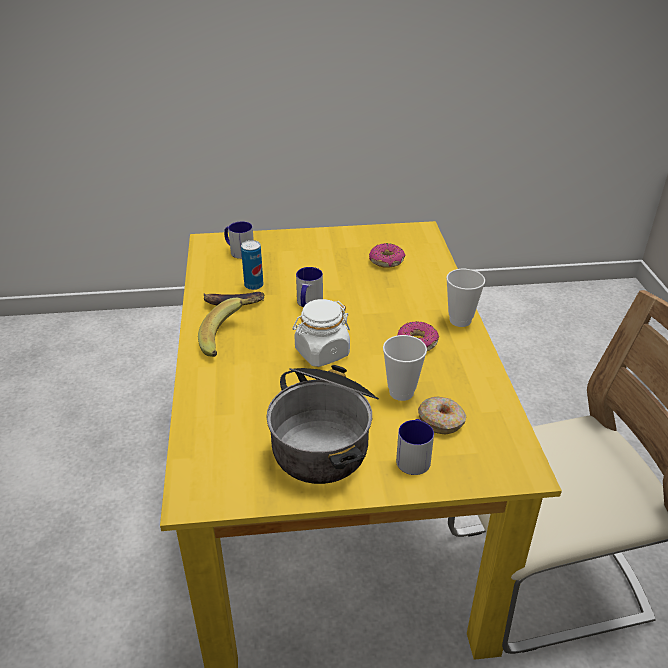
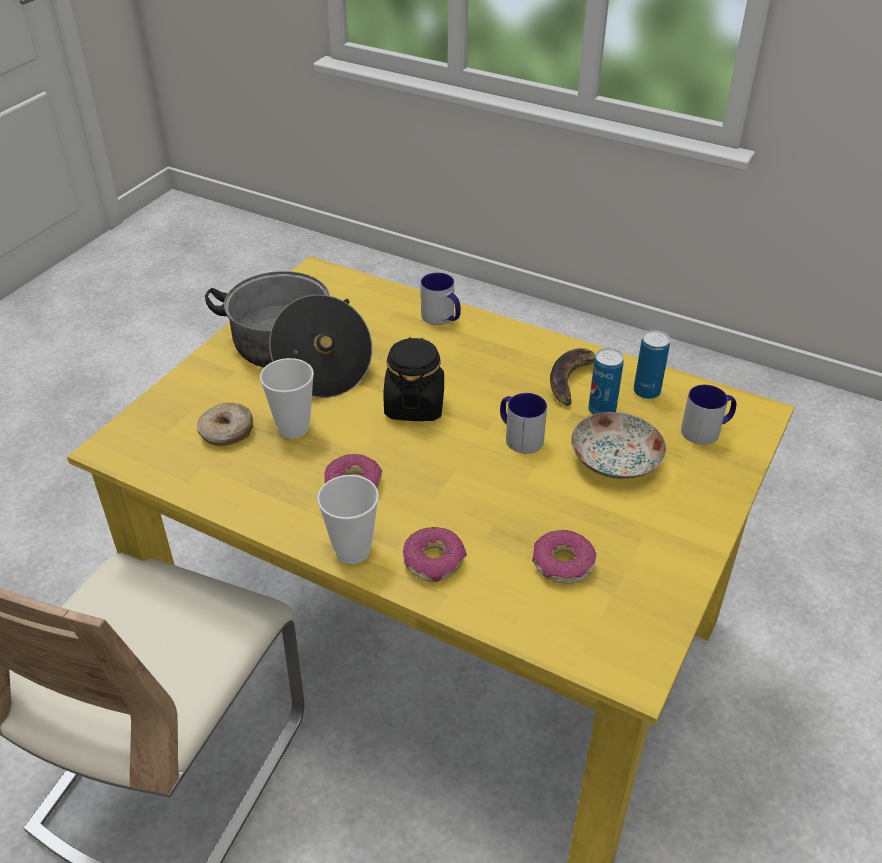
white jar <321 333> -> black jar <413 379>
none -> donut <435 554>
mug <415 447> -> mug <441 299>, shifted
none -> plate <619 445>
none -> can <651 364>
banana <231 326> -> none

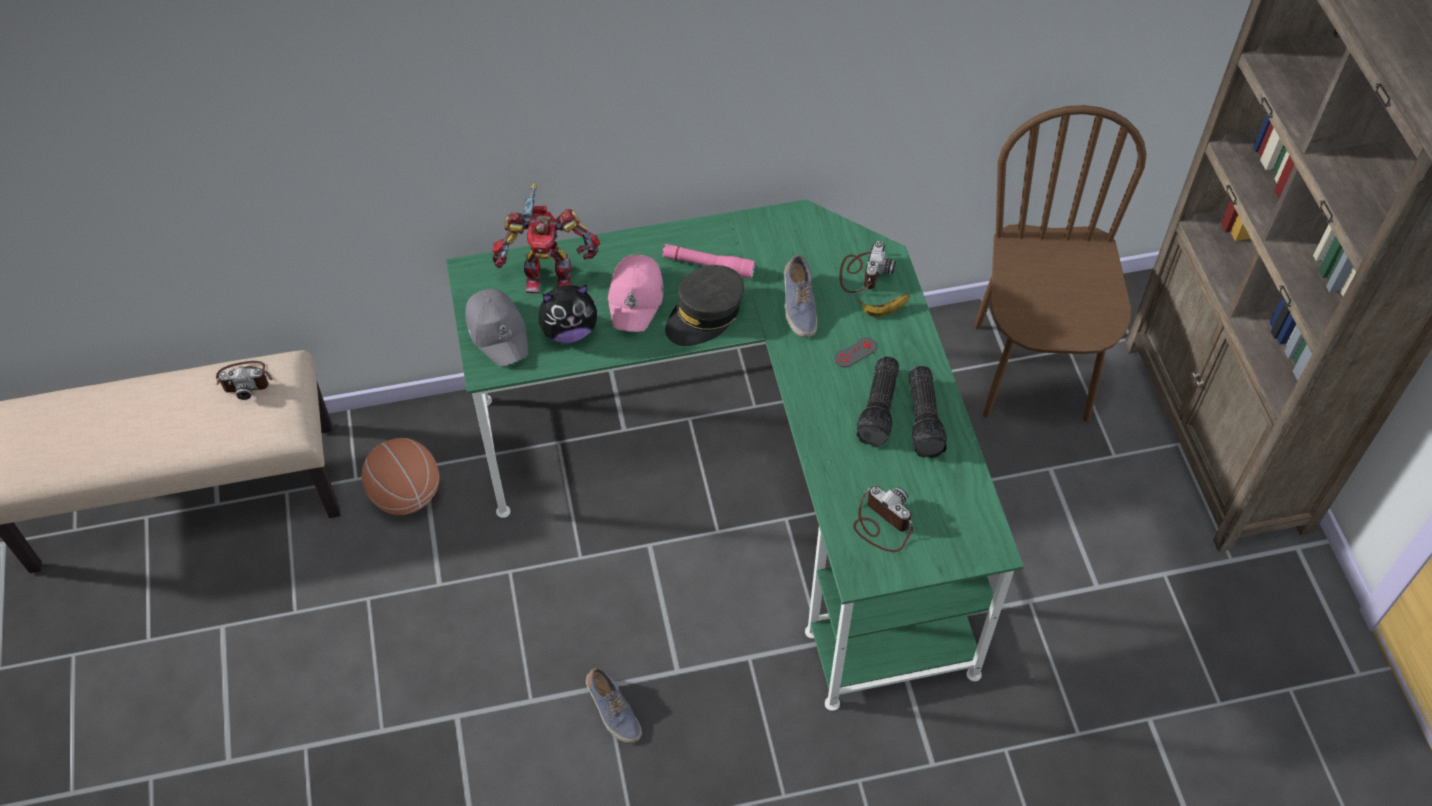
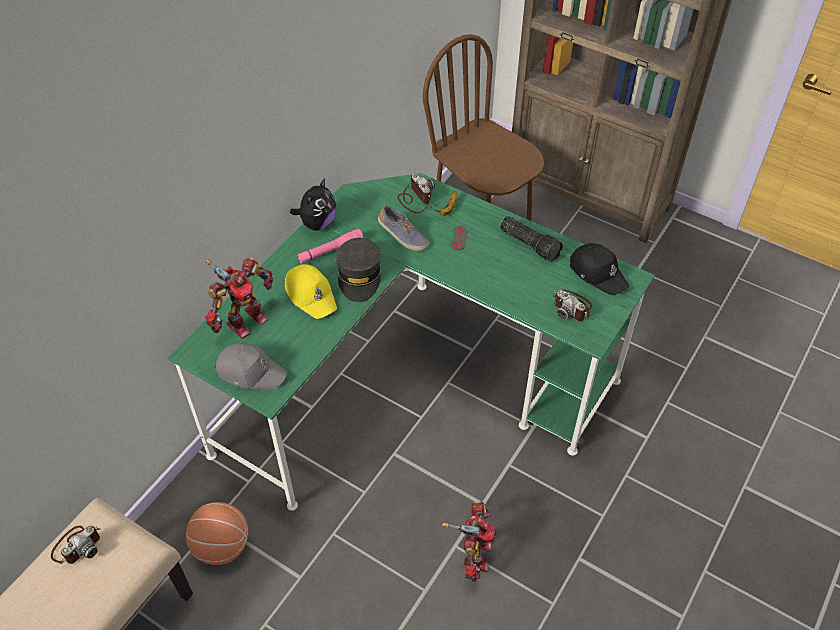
pink cap <635 293> -> yellow cap <311 291>
plush toy <568 314> -> plush toy <313 204>, shifted
shoe <614 705> -> toy robot <469 541>
photo camera <883 519> -> photo camera <572 305>, 135 degrees counterclockwise
none -> black cap <599 269>
flashlight <878 401> -> none

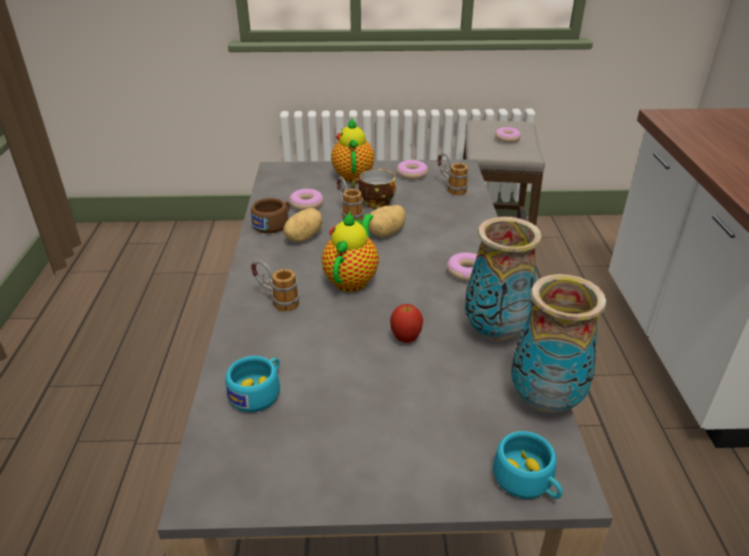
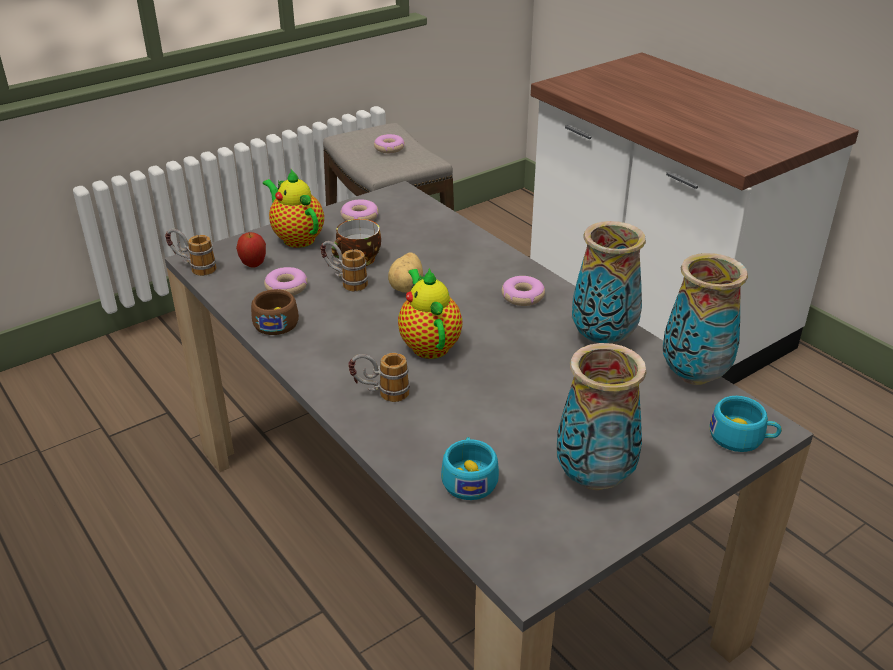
mug <453 174> -> mug <191 252>, shifted
apple <406 323> -> apple <251 249>, shifted
none -> vase <602 416>
potato <303 225> -> none

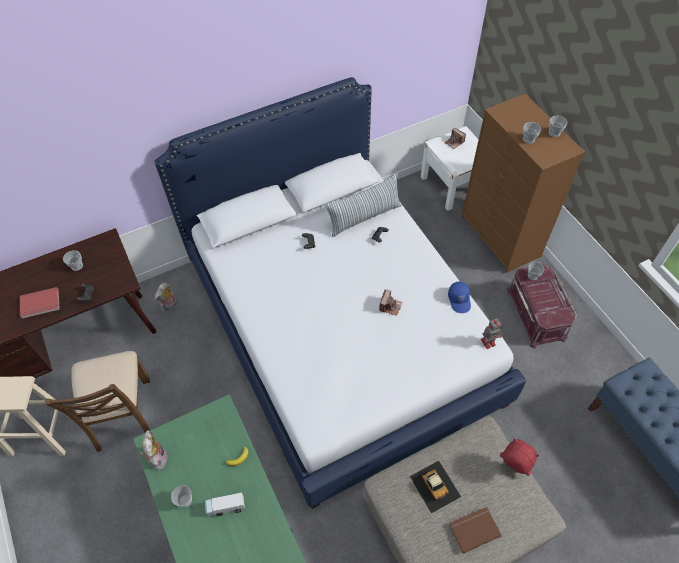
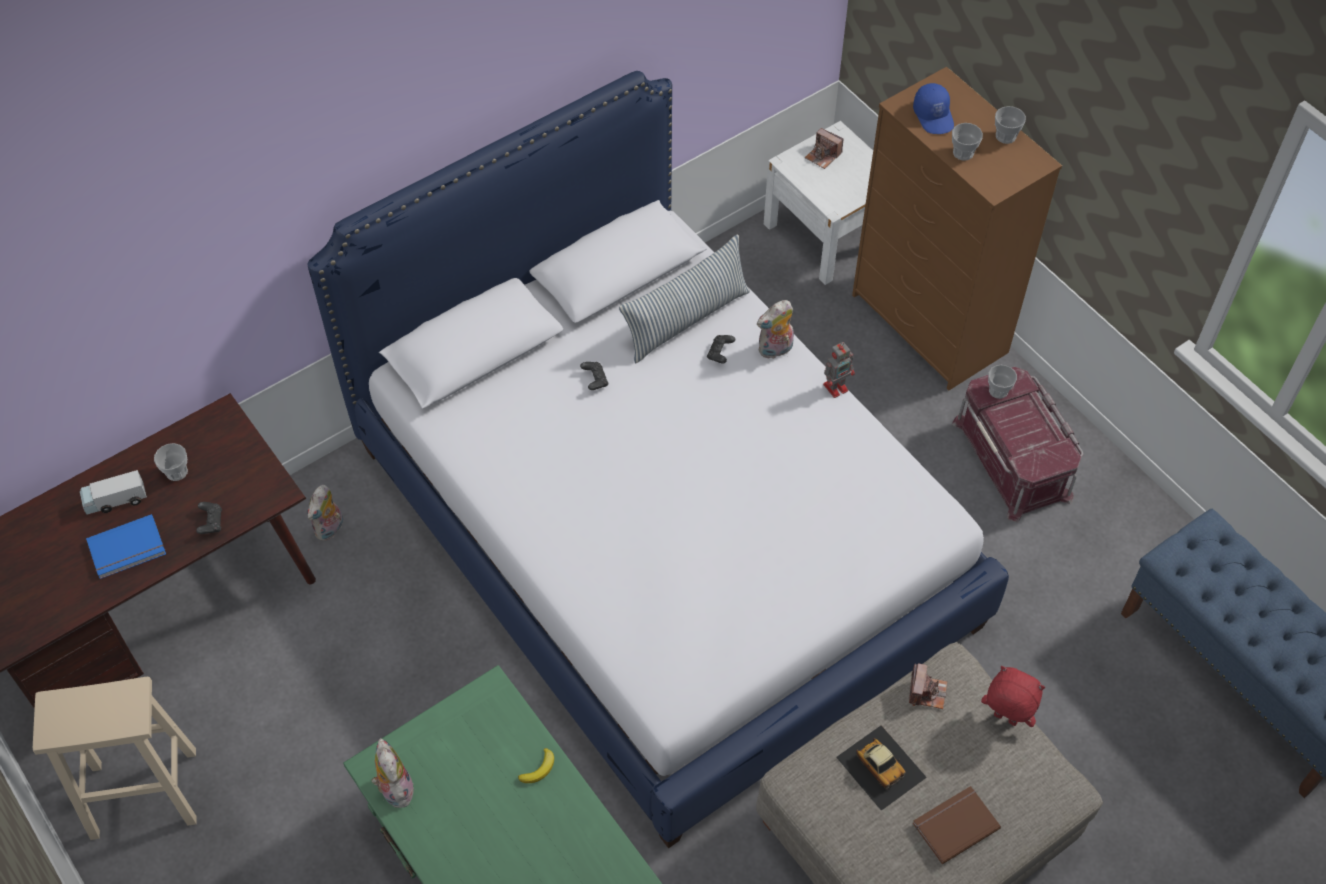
toy truck <225 504> -> toy truck <113 492>, shifted
red book <40 303> -> blue book <126 546>
none -> plush toy <775 329>
toy robot <491 334> -> toy robot <839 370>, shifted
photo camera <390 302> -> photo camera <928 686>, shifted
blue cap <459 297> -> blue cap <933 108>, shifted
brown chair <97 401> -> none
cup <181 496> -> none

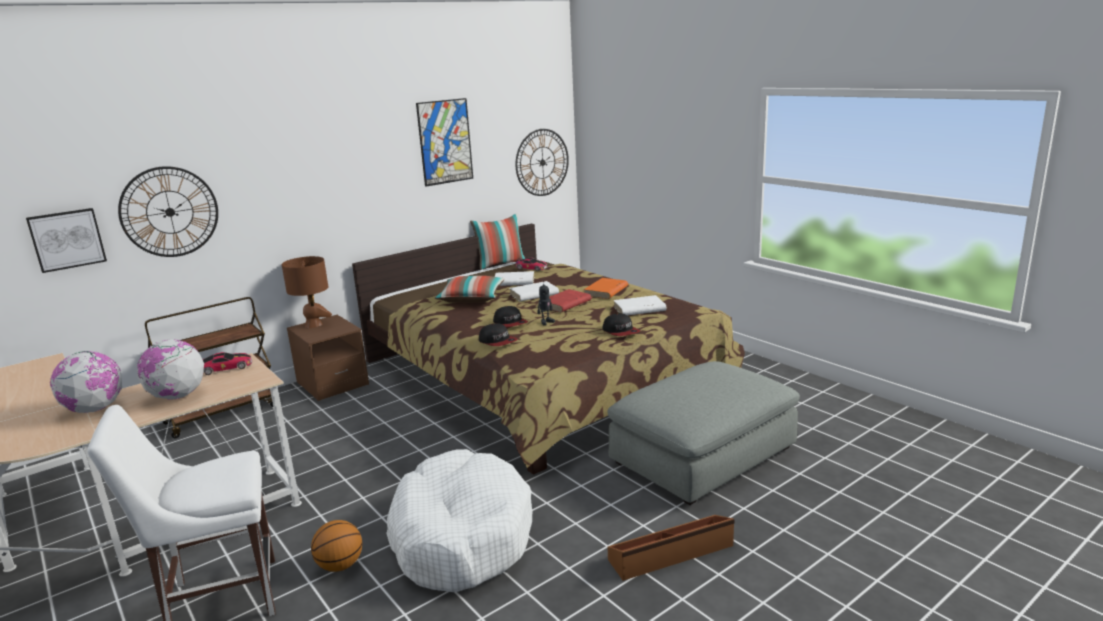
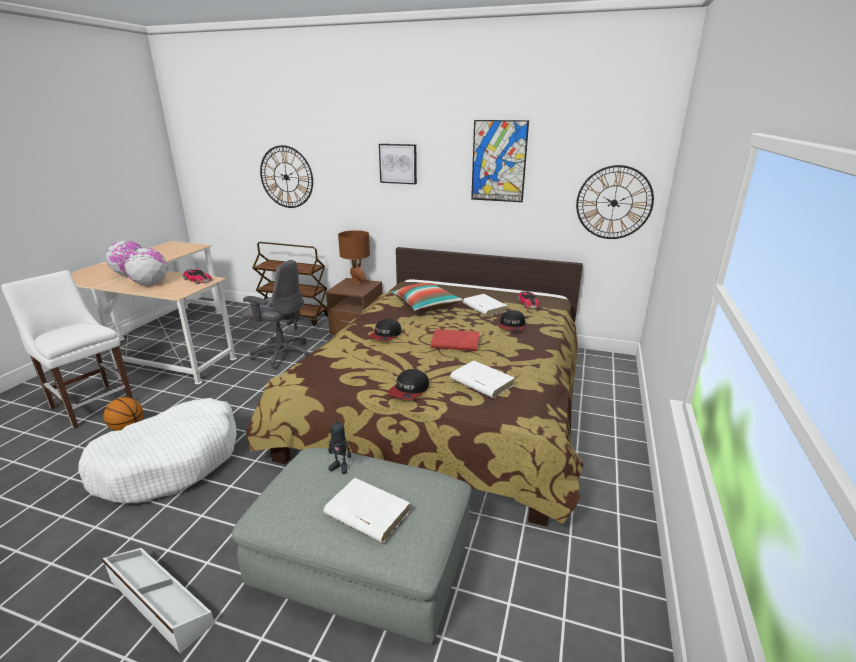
brown storage box <671 548> -> white storage box <158 601>
none -> grey office chair <275 315>
white book <534 291> -> white book <367 510>, shifted
toy robot <546 302> -> toy robot <339 445>, shifted
picture <66 240> -> picture <398 164>, shifted
cap <498 334> -> cap <512 320>, shifted
pillow <497 241> -> none
orange book <606 288> -> none

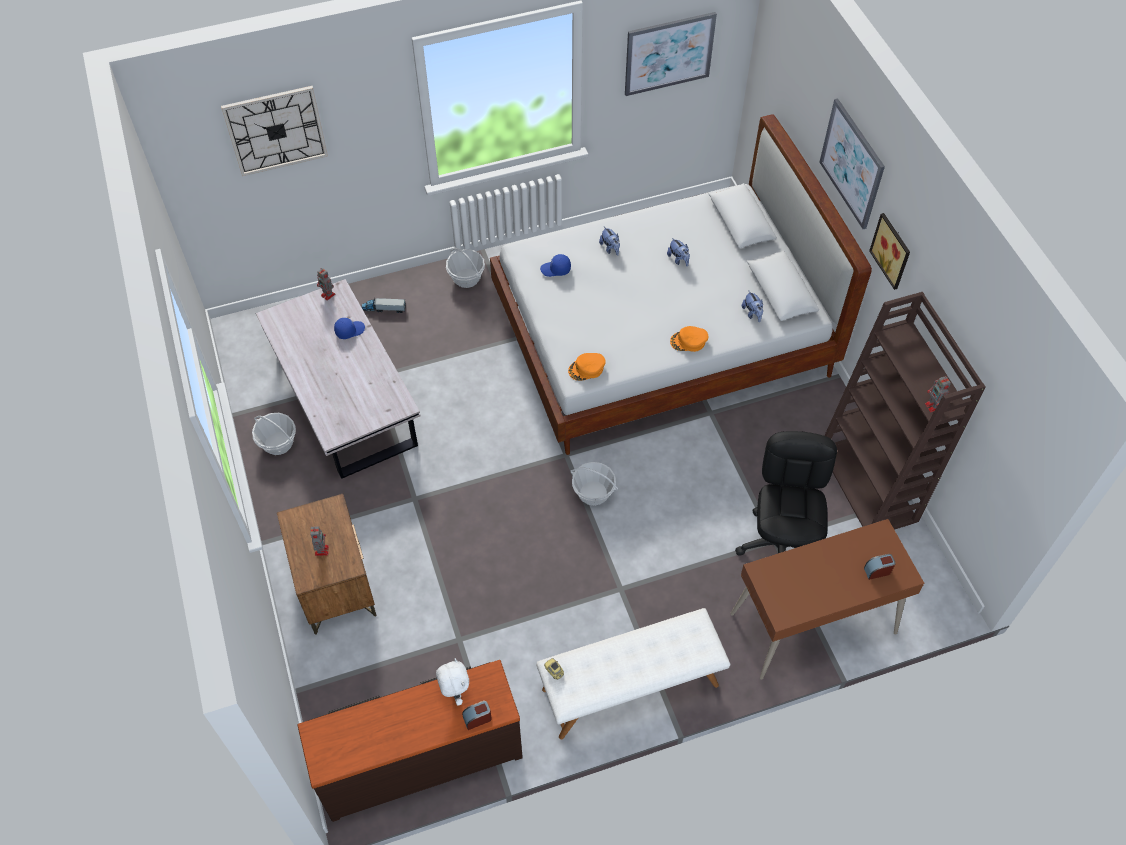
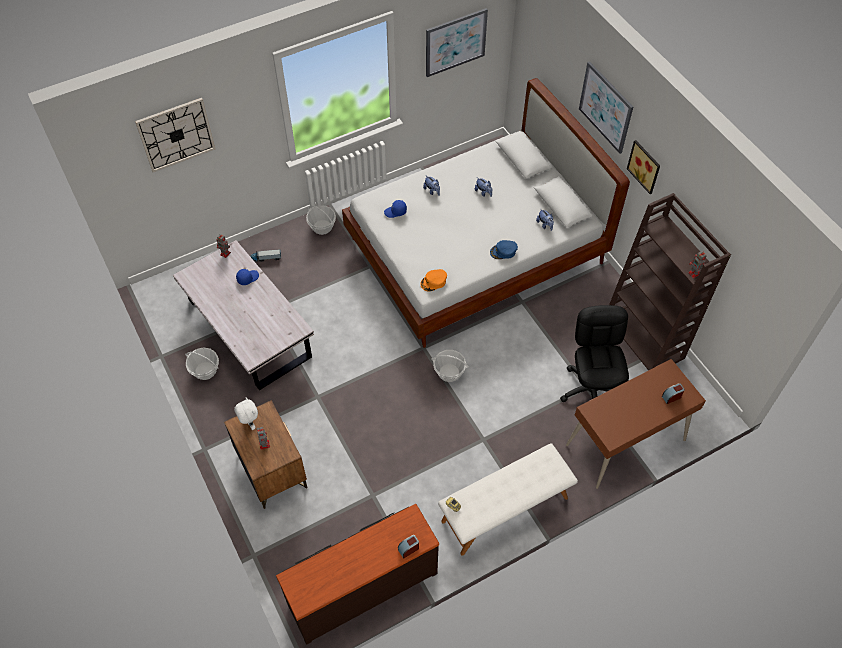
white plush toy <452 682> -> white plush toy <246 414>, shifted
orange cap <689 339> -> blue cap <504 249>

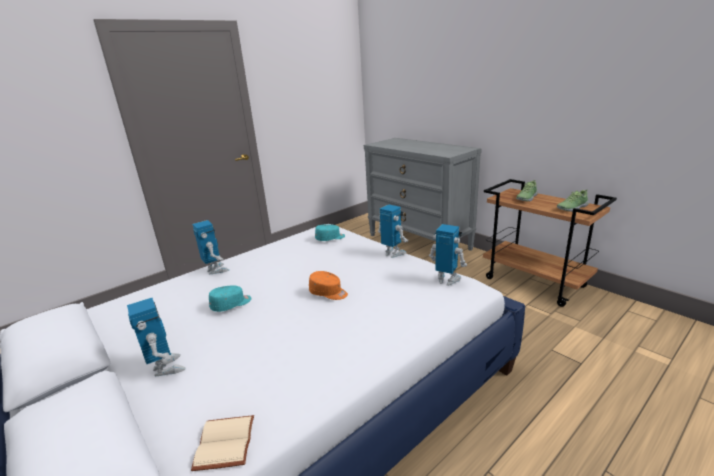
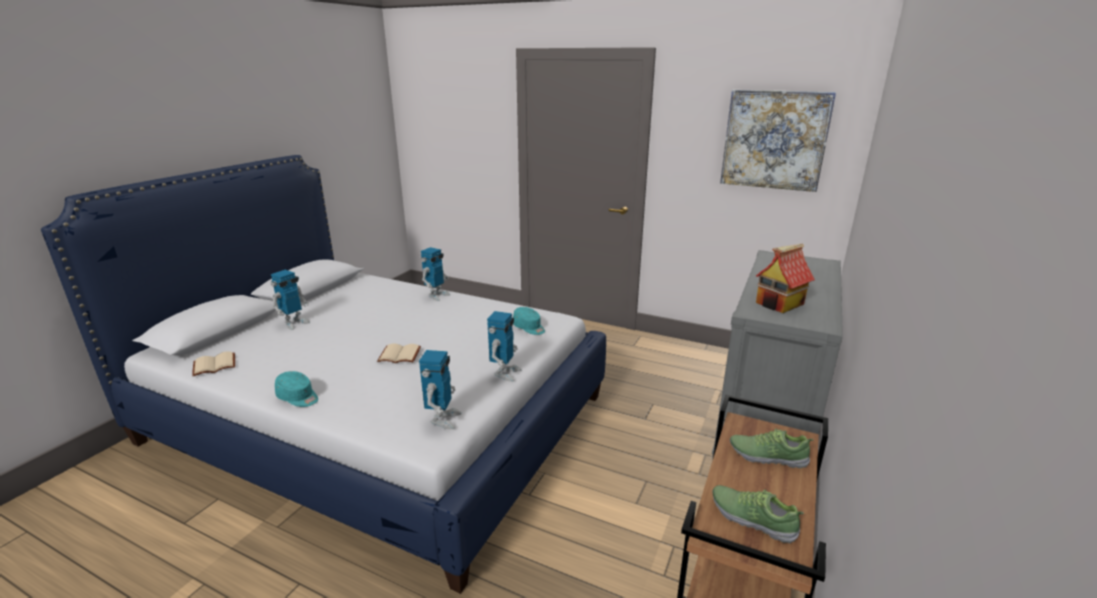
turquoise cap <230 298> -> turquoise cap <296 389>, shifted
orange cap <328 285> -> beige book <399 353>
none -> picture <778 141>
none -> toy house <785 278>

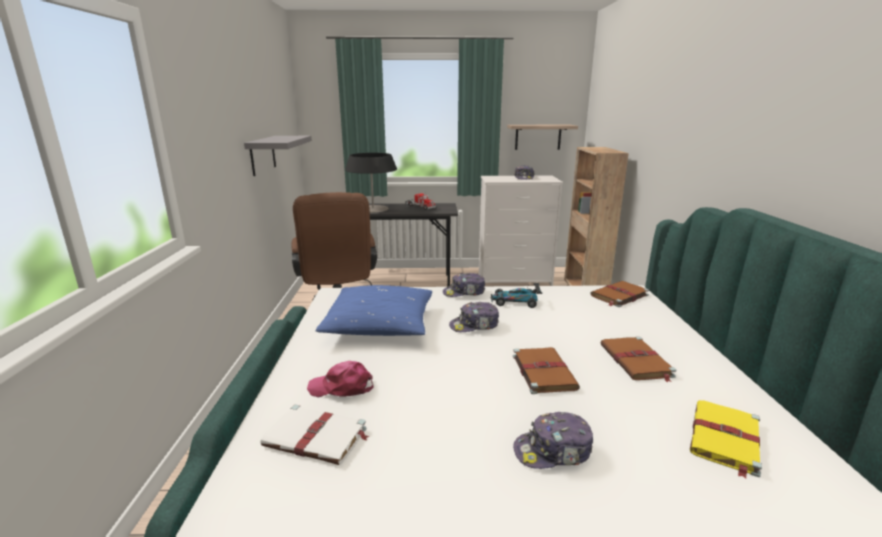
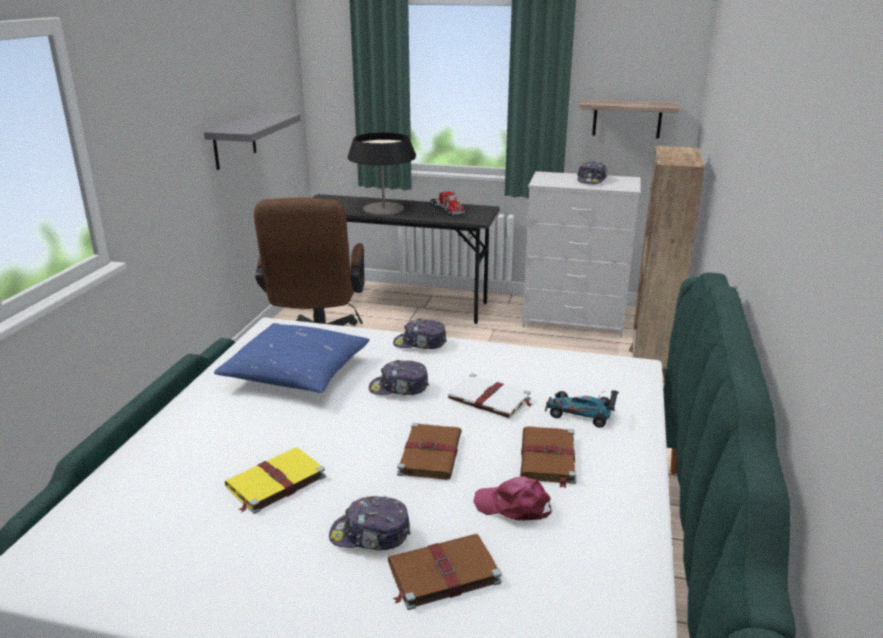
yellow book <726 439> -> yellow book <275 480>, shifted
brown book <619 294> -> brown book <445 572>, shifted
white book <315 435> -> white book <490 396>, shifted
pink cap <340 379> -> pink cap <512 498>, shifted
toy car <516 295> -> toy car <582 409>, shifted

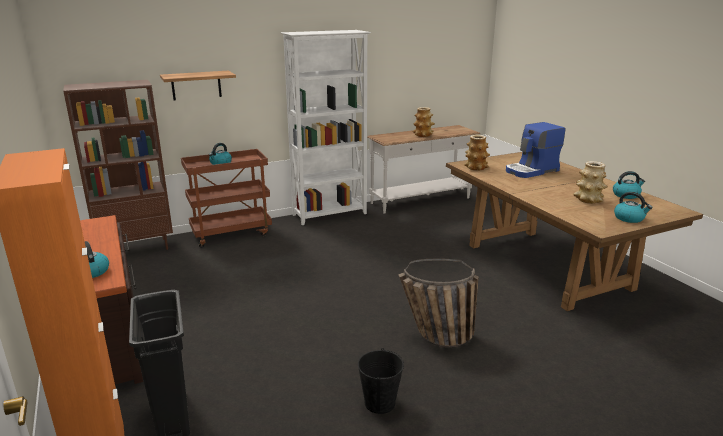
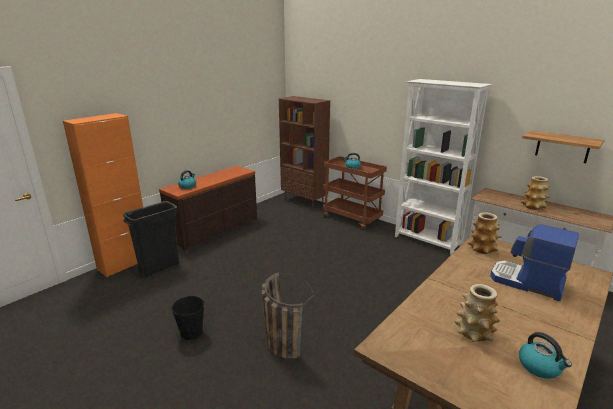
shelf <198 85> -> shelf <563 147>, shifted
kettle <633 207> -> none

